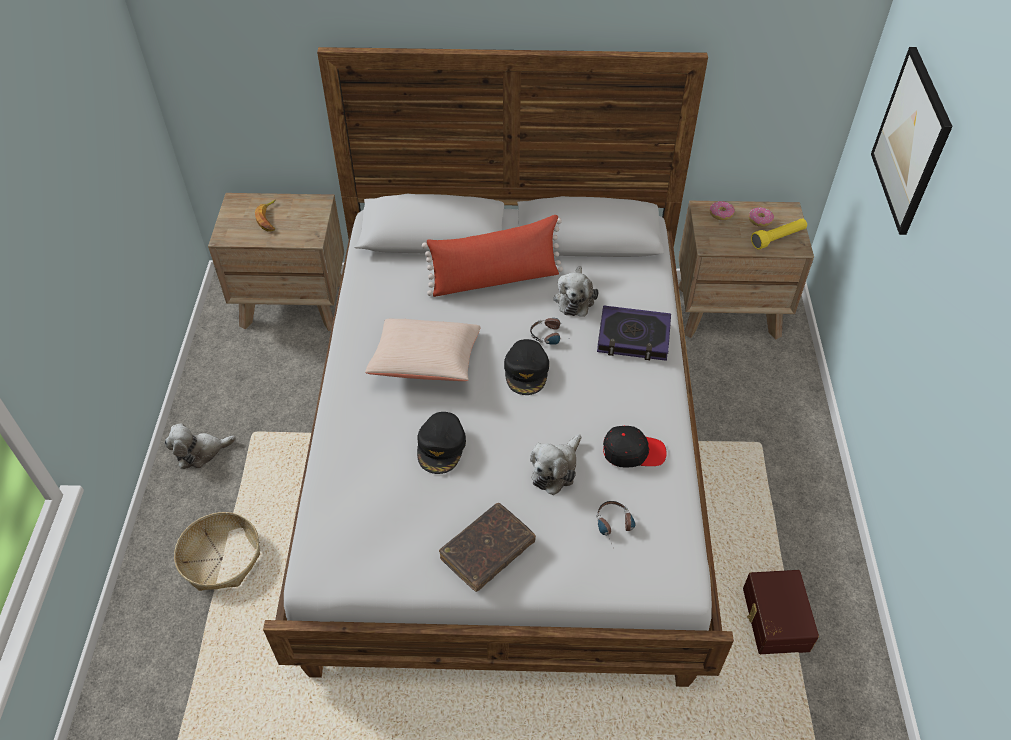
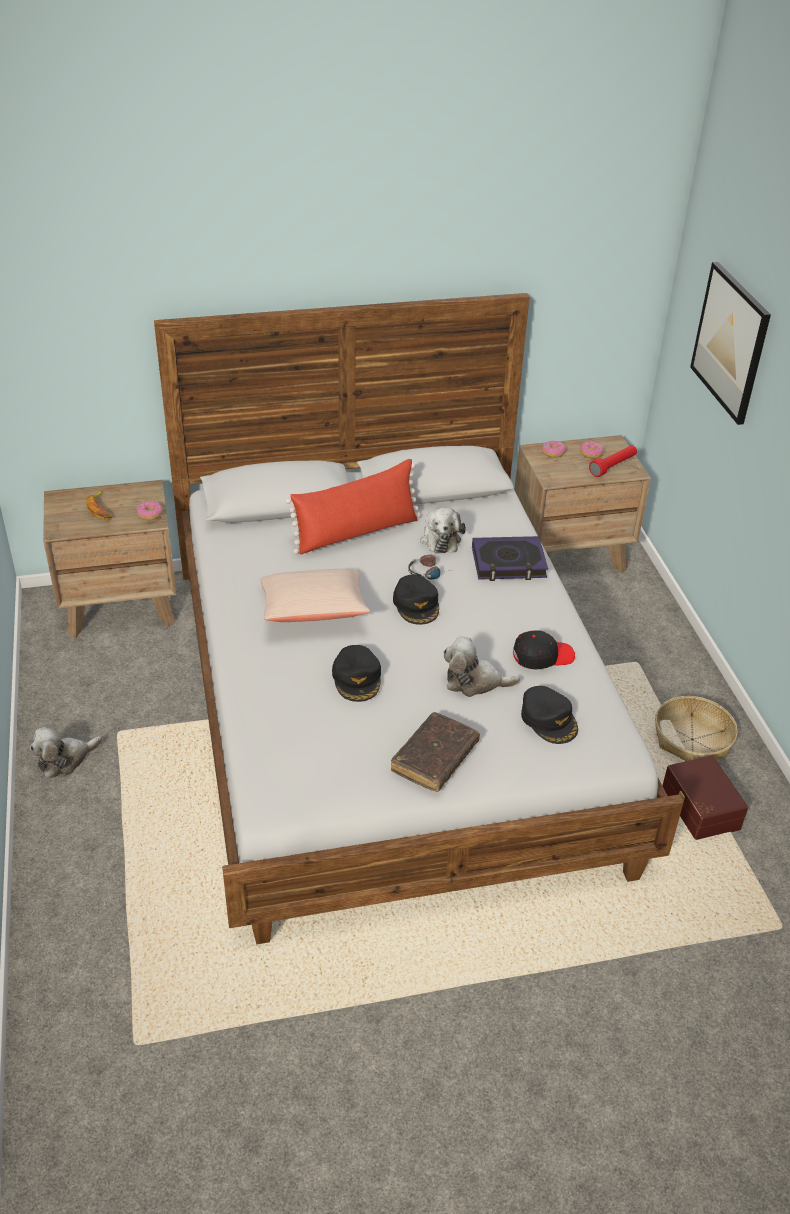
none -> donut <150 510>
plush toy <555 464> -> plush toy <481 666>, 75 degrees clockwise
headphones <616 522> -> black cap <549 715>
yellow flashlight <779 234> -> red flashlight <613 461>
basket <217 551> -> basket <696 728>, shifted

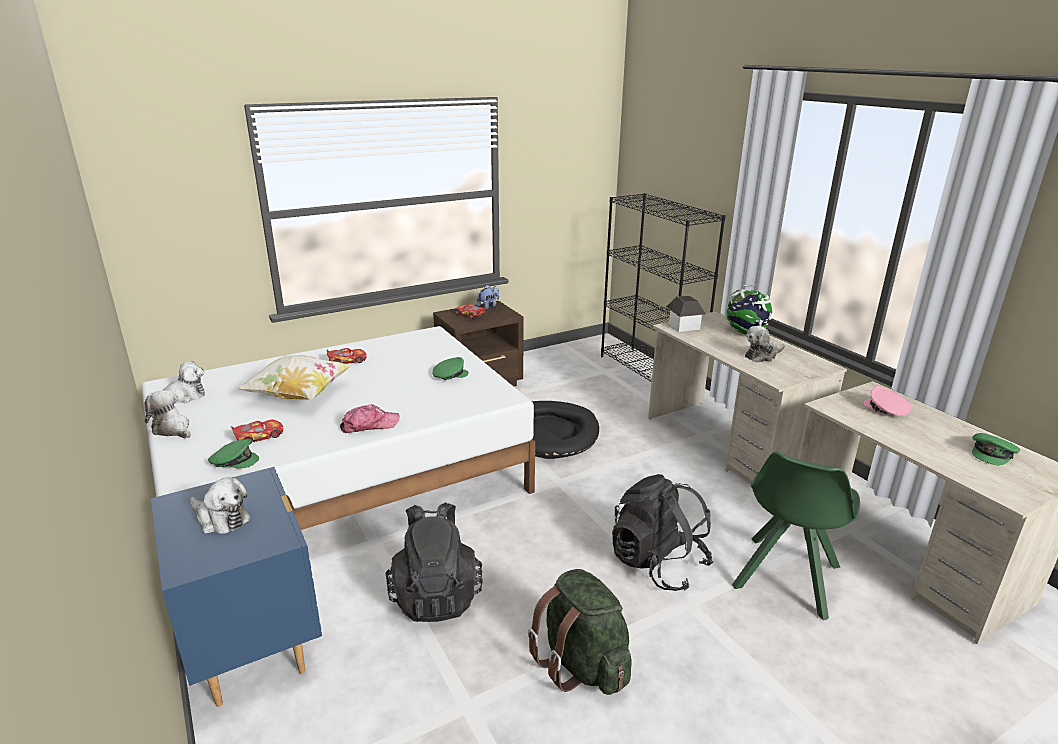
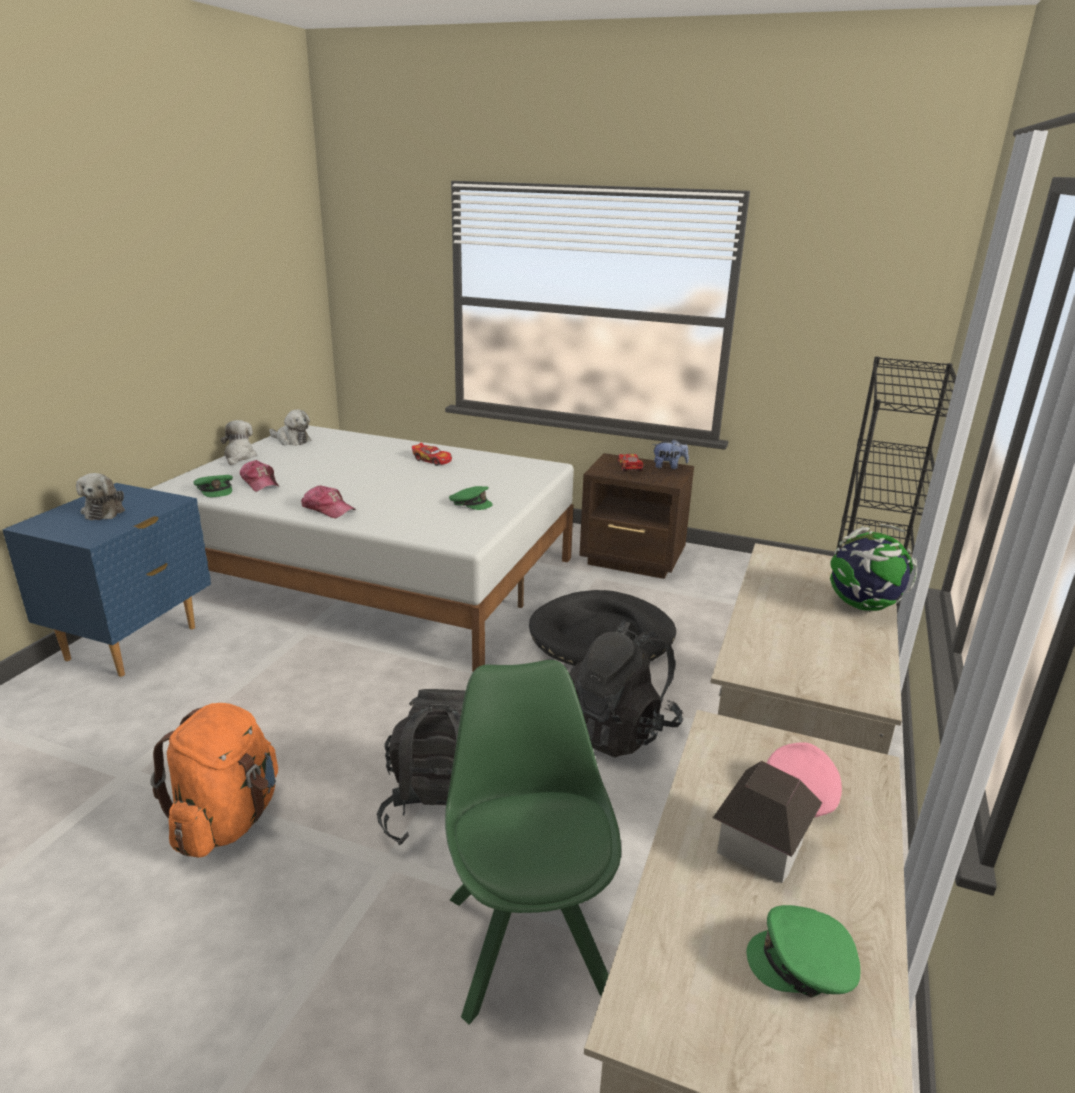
green backpack <580 632> -> orange backpack <214 780>
toy car <257 431> -> cap <259 476>
green chair <796 536> -> green chair <533 842>, 90 degrees clockwise
black backpack <434 562> -> black backpack <626 688>, shifted
toy house <686 314> -> toy house <767 822>, shifted
pillow <294 377> -> none
plush toy <765 344> -> none

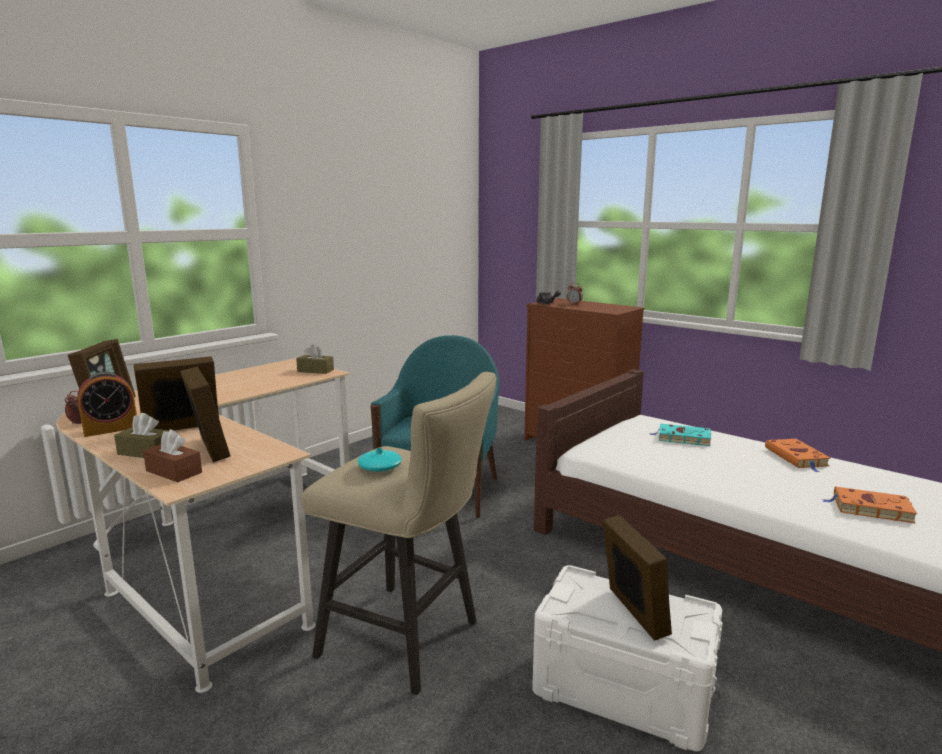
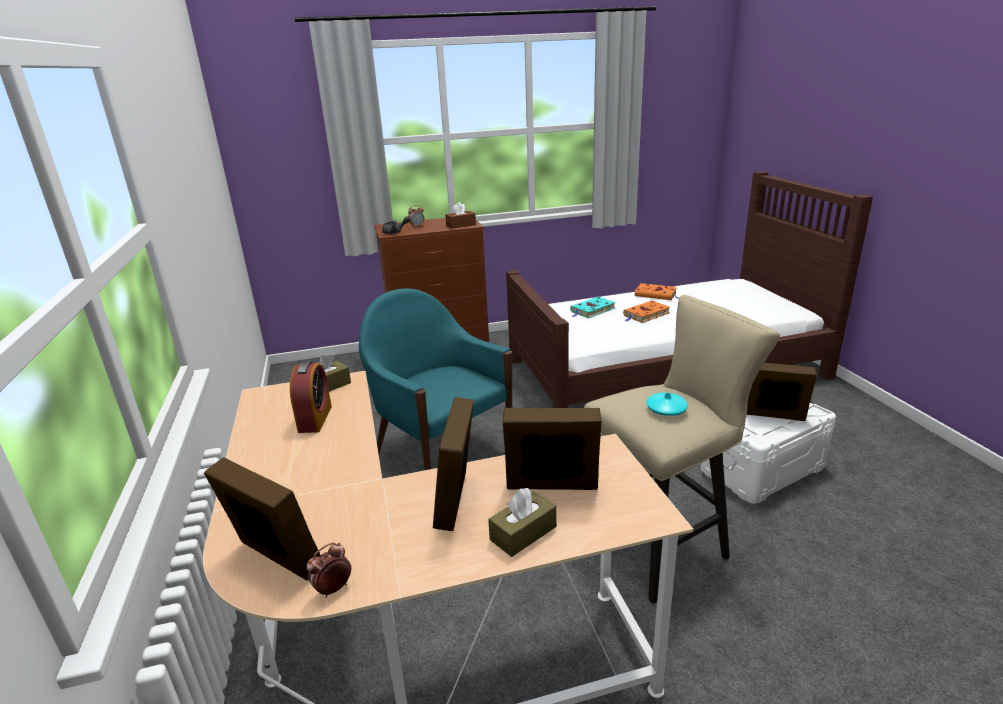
alarm clock <107 404> -> alarm clock <311 397>, shifted
brown tissue box <172 455> -> brown tissue box <460 215>, shifted
orange book <870 504> -> orange book <646 312>, shifted

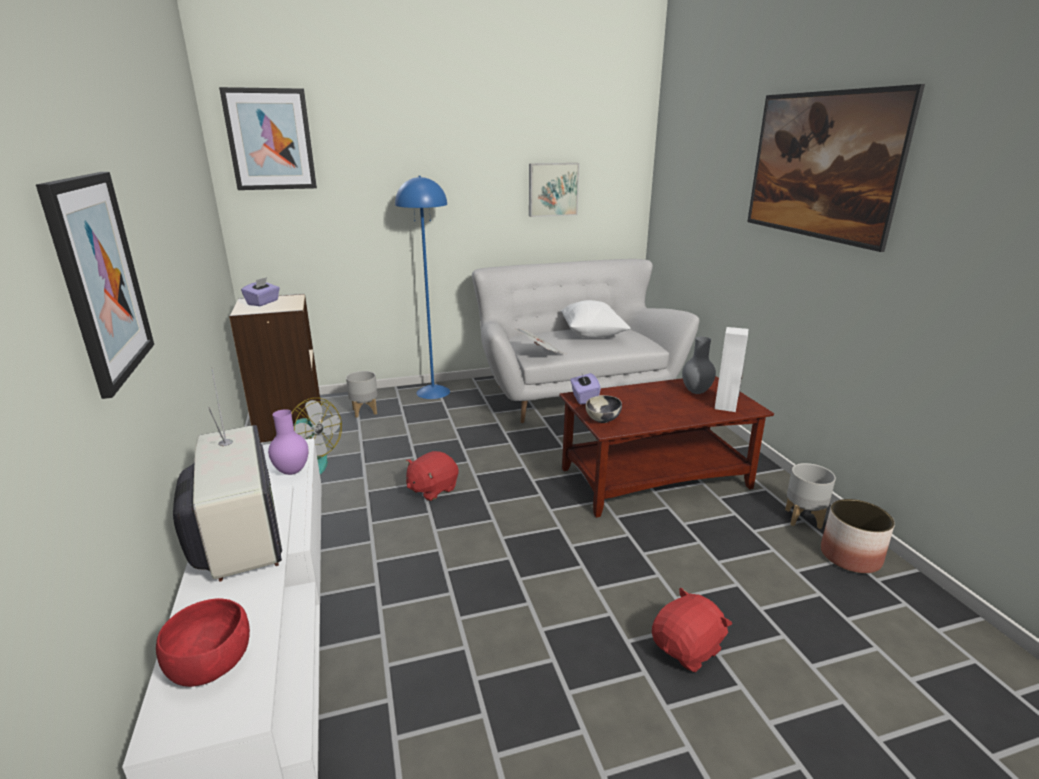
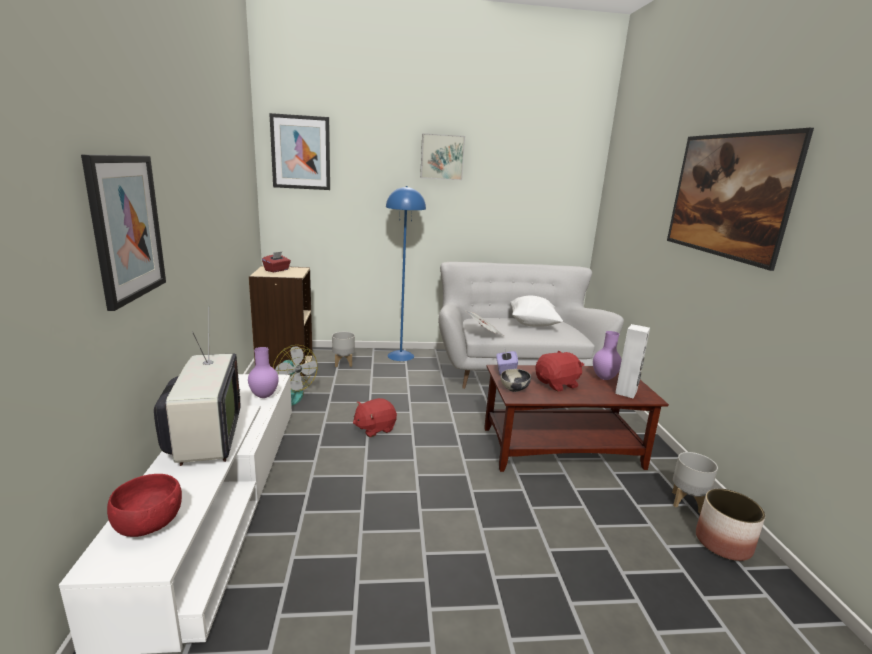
purple tissue box <260 291> -> red tissue box <276 262>
picture <554 190> -> picture <442 156>, shifted
red plush toy <692 629> -> red plush toy <559 371>, shifted
grey vase <699 365> -> purple vase <607 355>

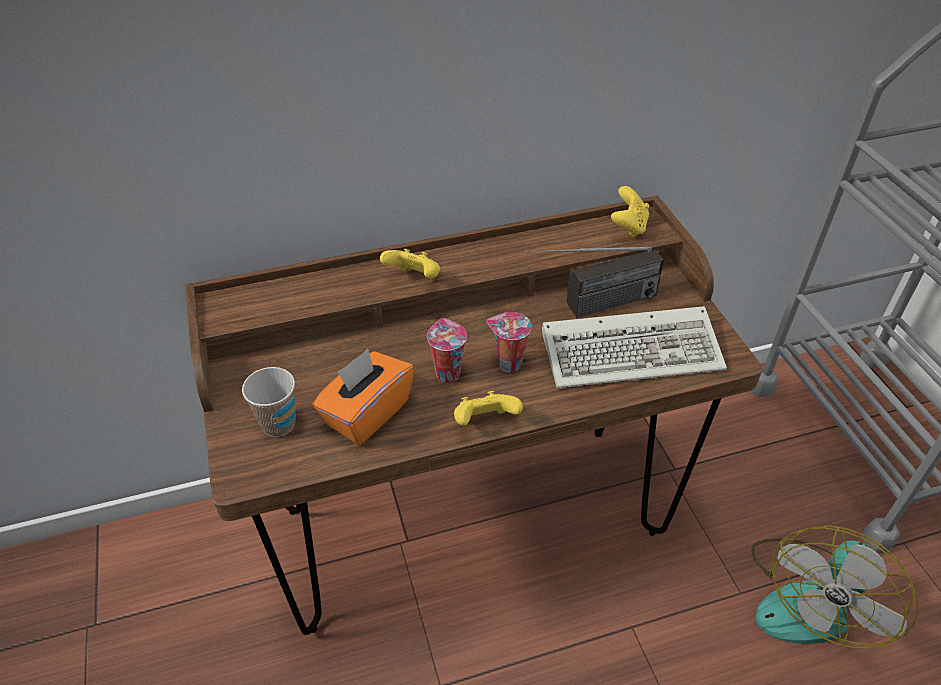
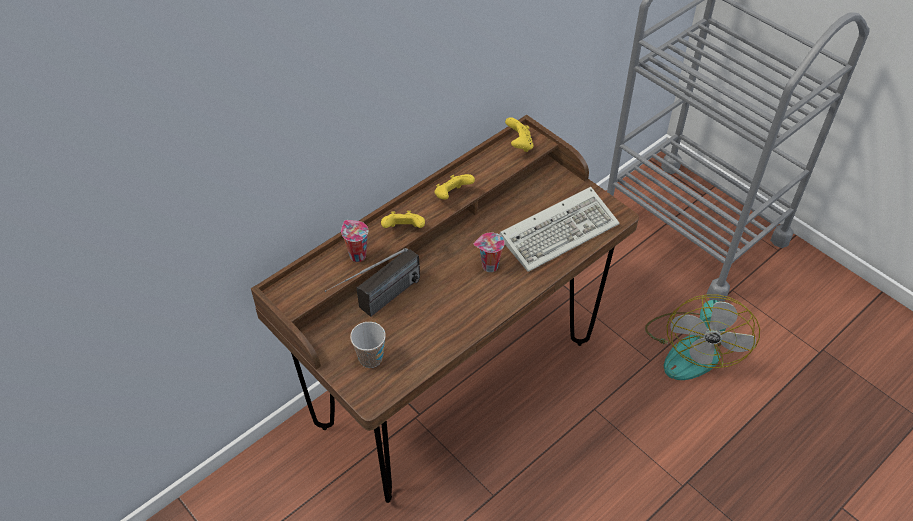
radio <595 282> -> radio <372 282>, shifted
cup <447 350> -> cup <355 241>, shifted
yellow game controller <488 408> -> yellow game controller <455 187>, shifted
orange tissue box <363 397> -> none

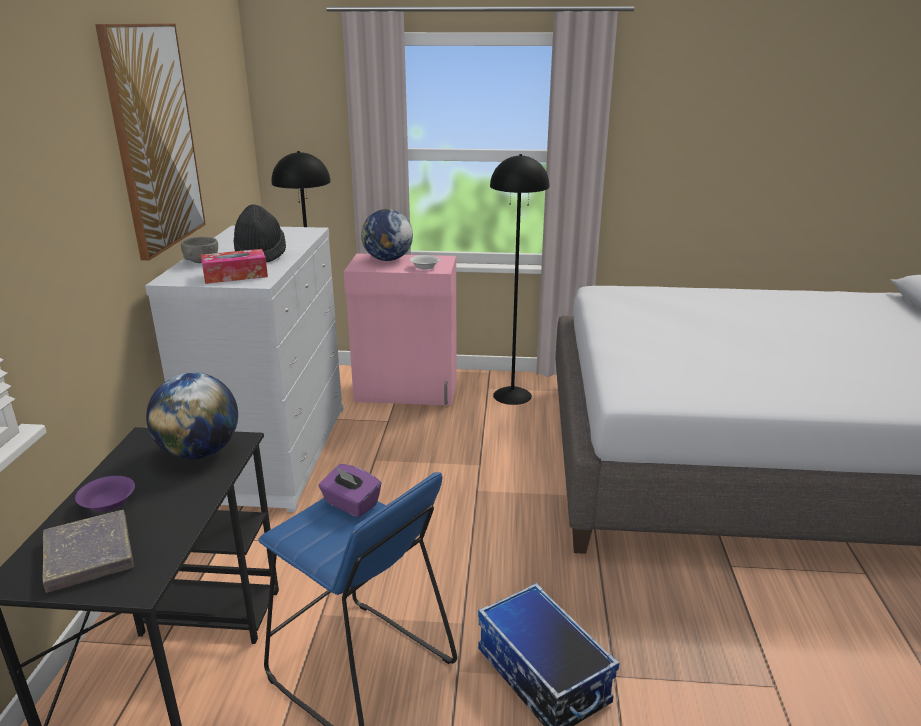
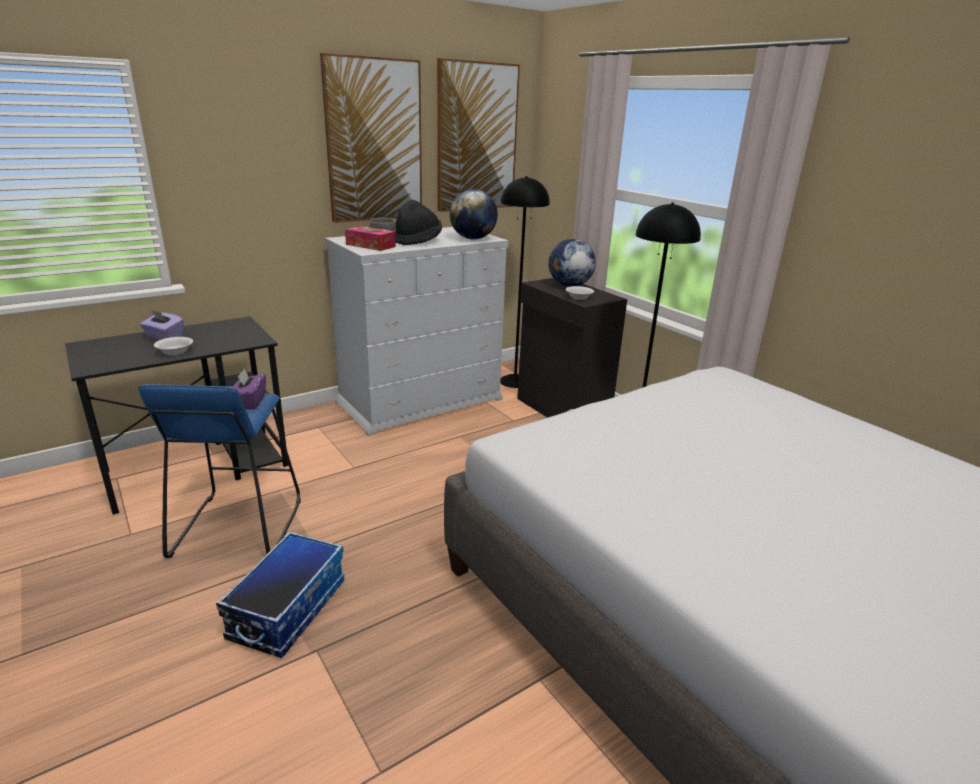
purple bowl <105 494> -> purple tissue box <162 325>
none -> white bowl <173 346>
none -> picture <478 135>
globe <192 416> -> globe <474 214>, shifted
pink cabinet <400 330> -> black cabinet <572 348>
grey book <88 551> -> none

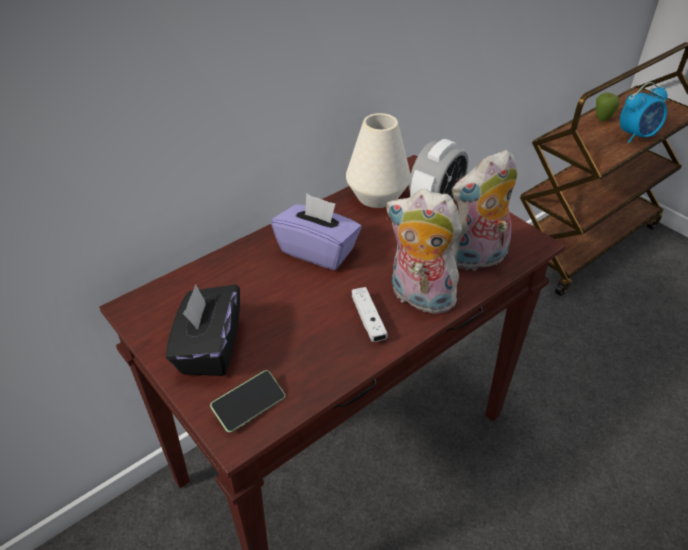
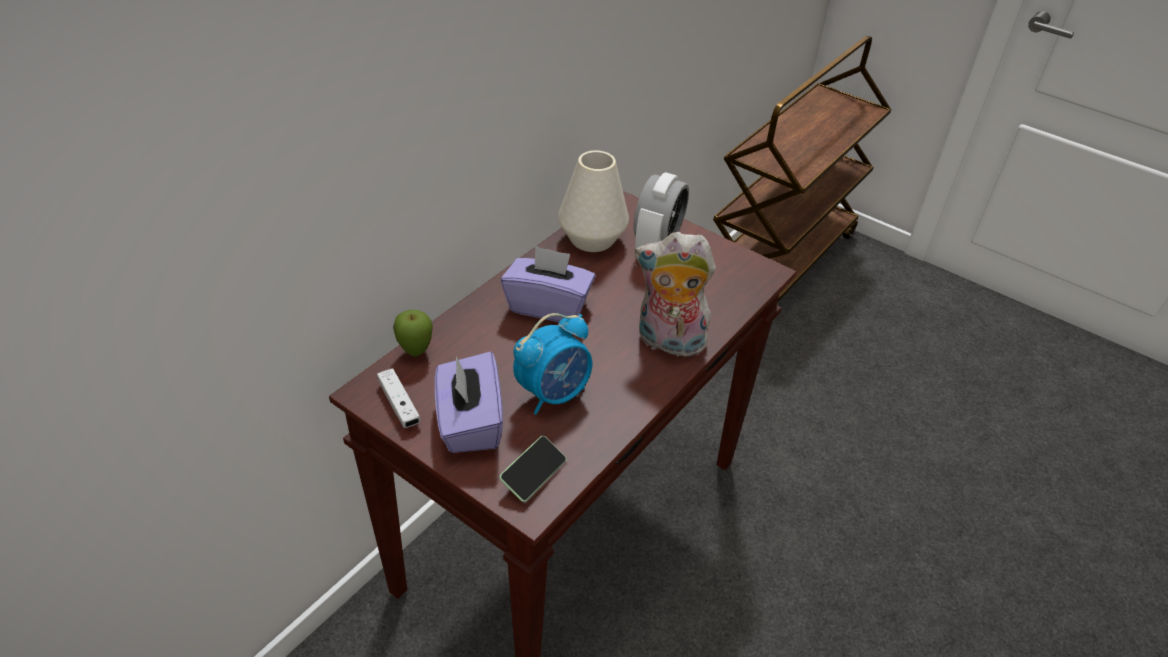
white game controller <369 314> -> white game controller <399 398>, shifted
apple <607 107> -> apple <413 333>, shifted
black tissue box <203 330> -> purple tissue box <469 402>
alarm clock <644 112> -> alarm clock <552 364>, shifted
plush toy <484 210> -> none

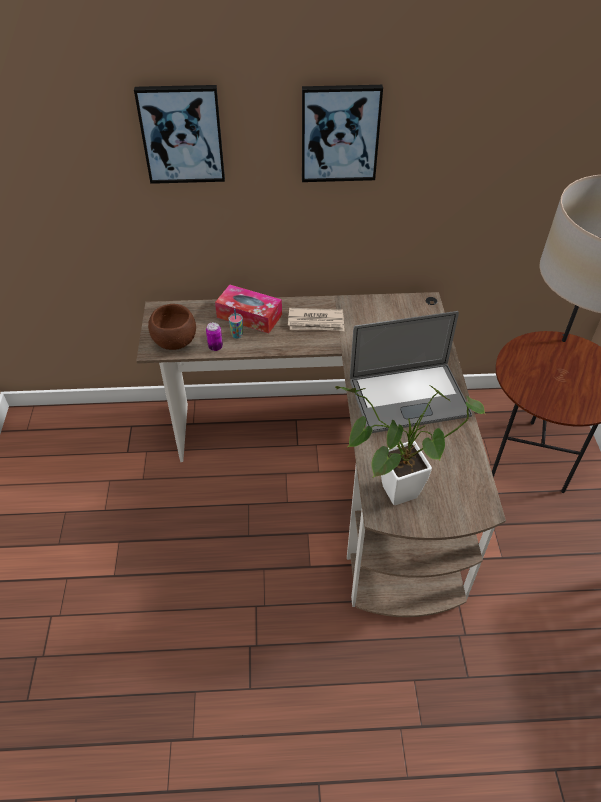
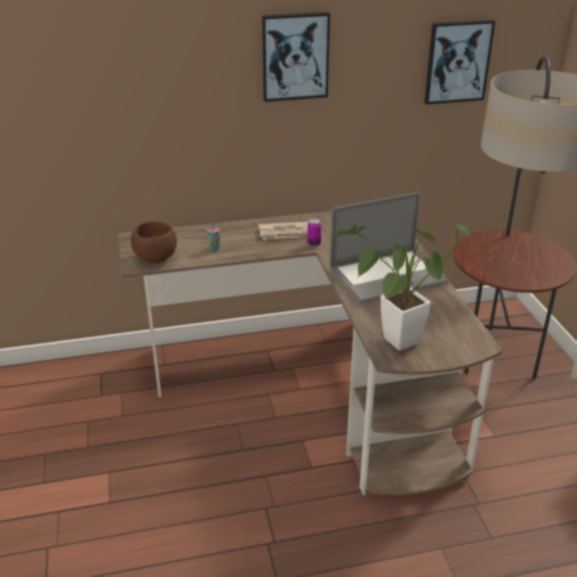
can <214 336> -> can <314 233>, shifted
picture <179 134> -> picture <459 62>, shifted
tissue box <248 309> -> none

